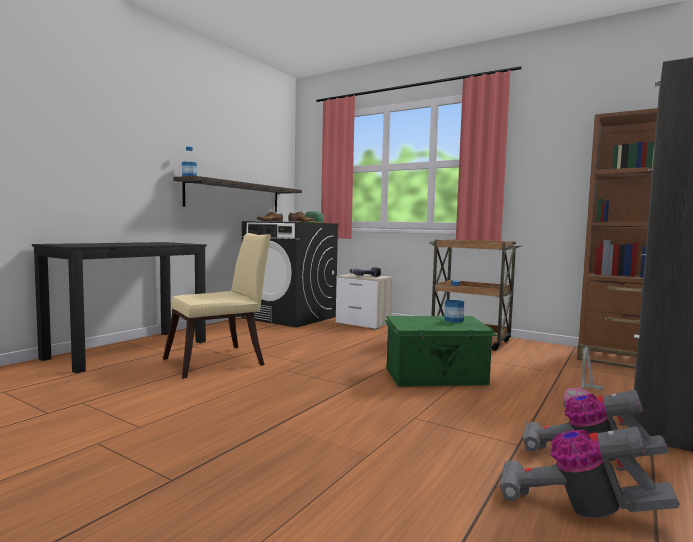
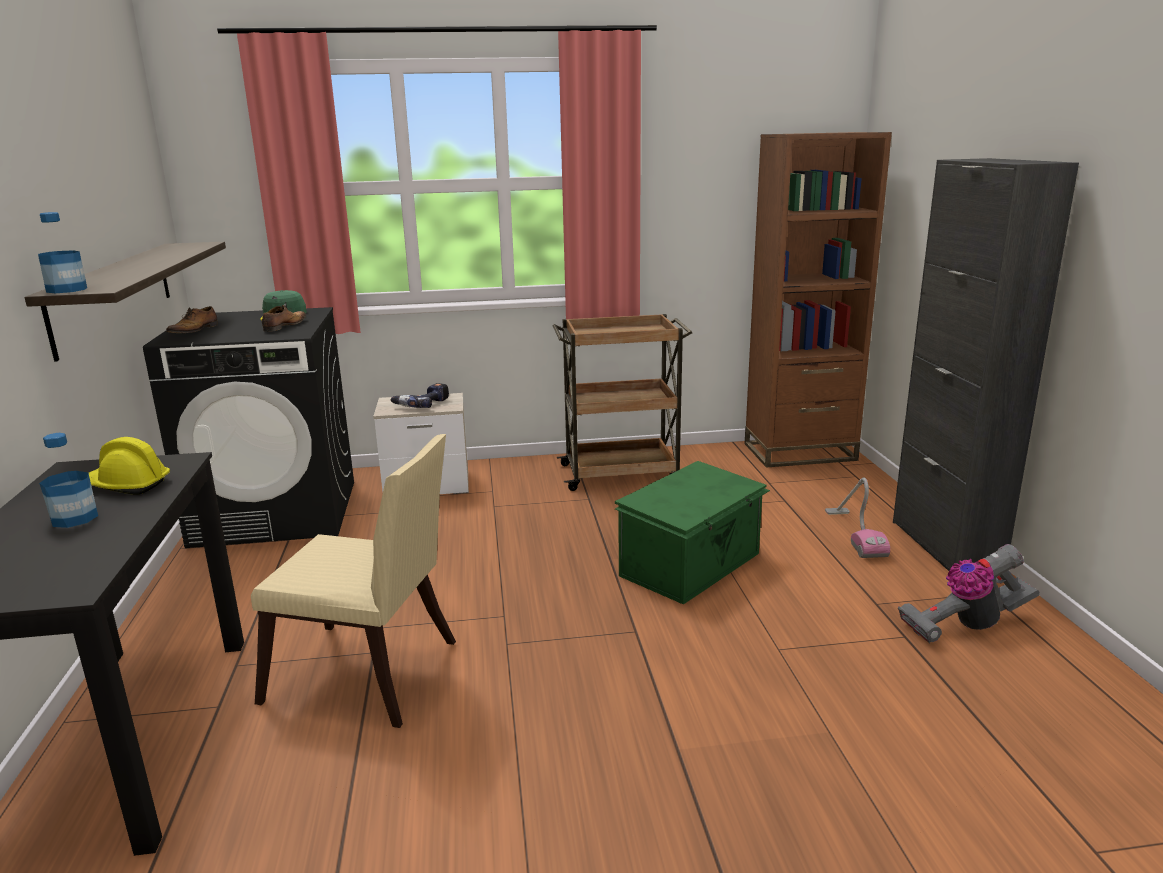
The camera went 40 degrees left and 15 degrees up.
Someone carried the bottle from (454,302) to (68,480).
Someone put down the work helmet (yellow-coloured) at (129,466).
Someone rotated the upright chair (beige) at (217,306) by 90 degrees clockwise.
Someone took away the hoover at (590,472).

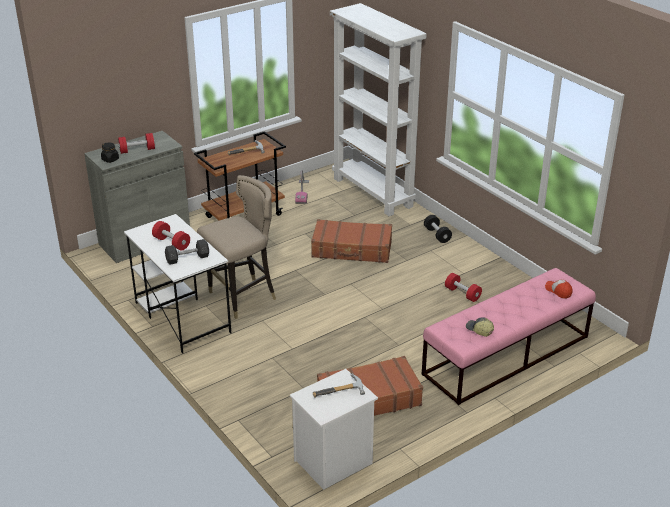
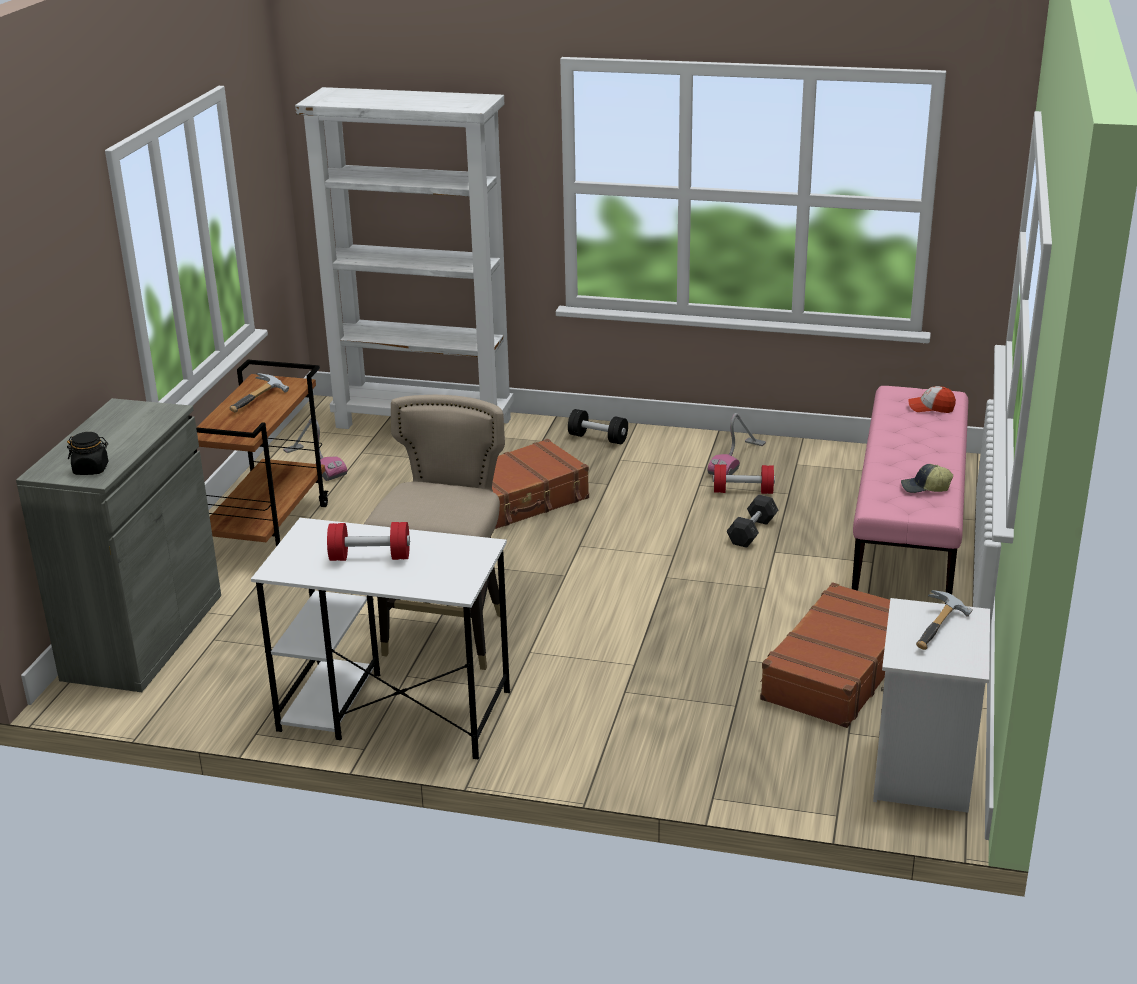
The camera went 40 degrees left and 5 degrees down.
Someone put down the hoover at (737,444).
Someone carried the dumbbell (gray) from (187,252) to (752,521).
Someone took away the dumbbell (red) at (136,143).

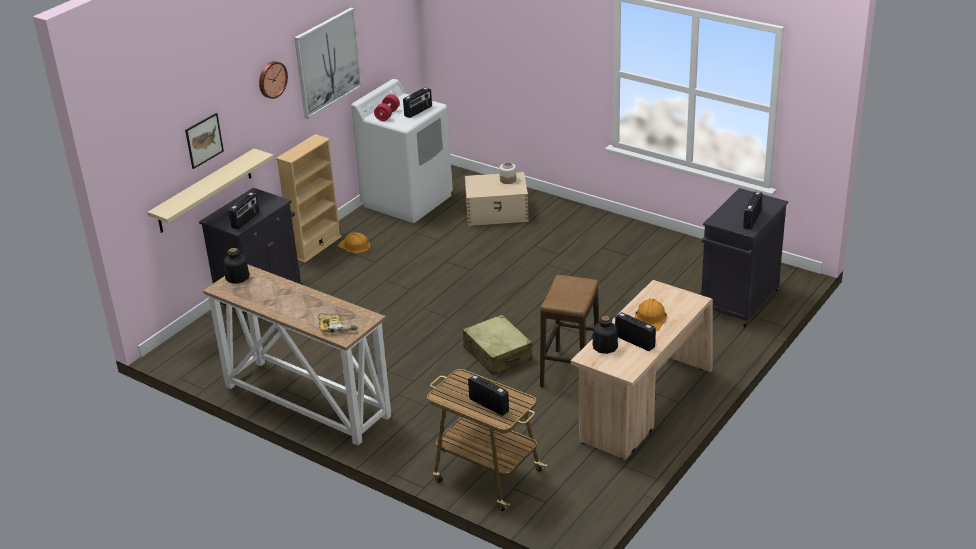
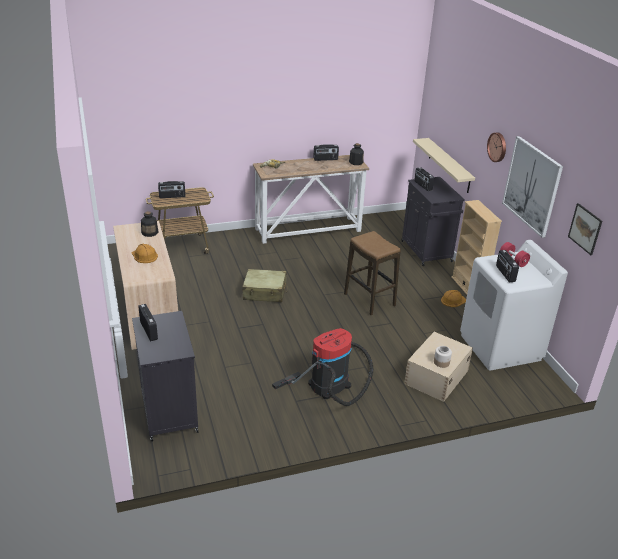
The camera went 125 degrees right and 0 degrees up.
Someone put down the hoover at (322,367).
Someone carried the radio receiver from (635,331) to (326,152).
Someone carried the sitting stool from (569,331) to (372,273).
Someone carried the wall art from (204,141) to (585,229).

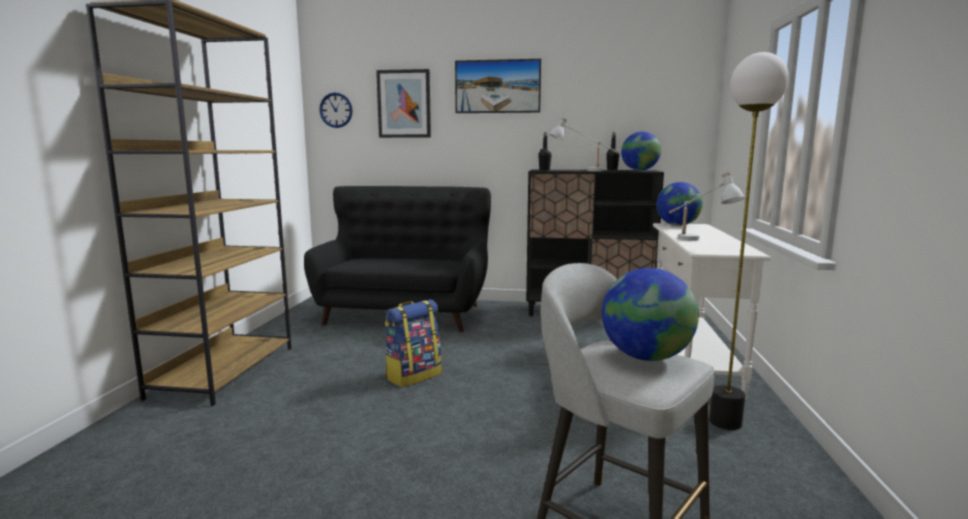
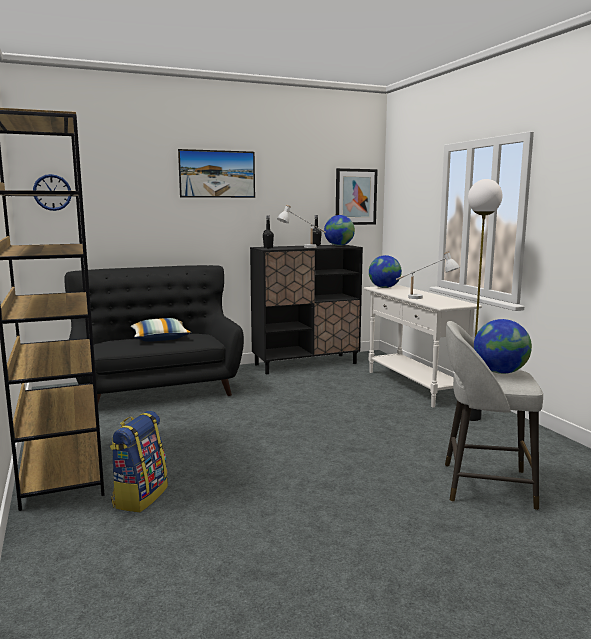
The camera went 30 degrees left and 0 degrees up.
Someone carried the rucksack from (413,343) to (139,461).
Someone put down the cushion at (161,330).
Someone carried the wall art from (403,103) to (357,196).

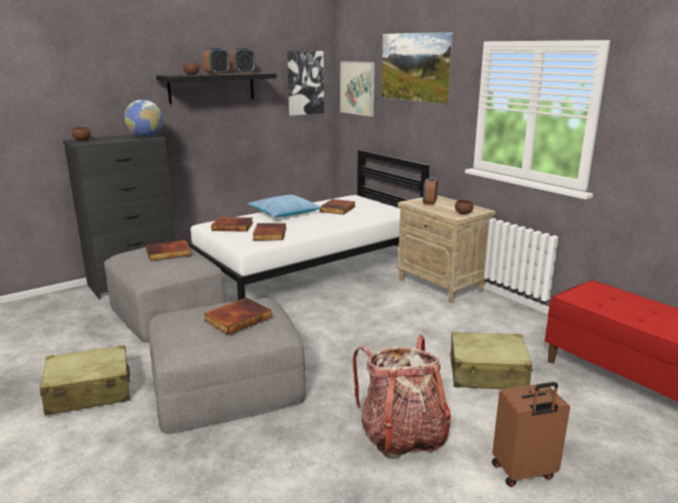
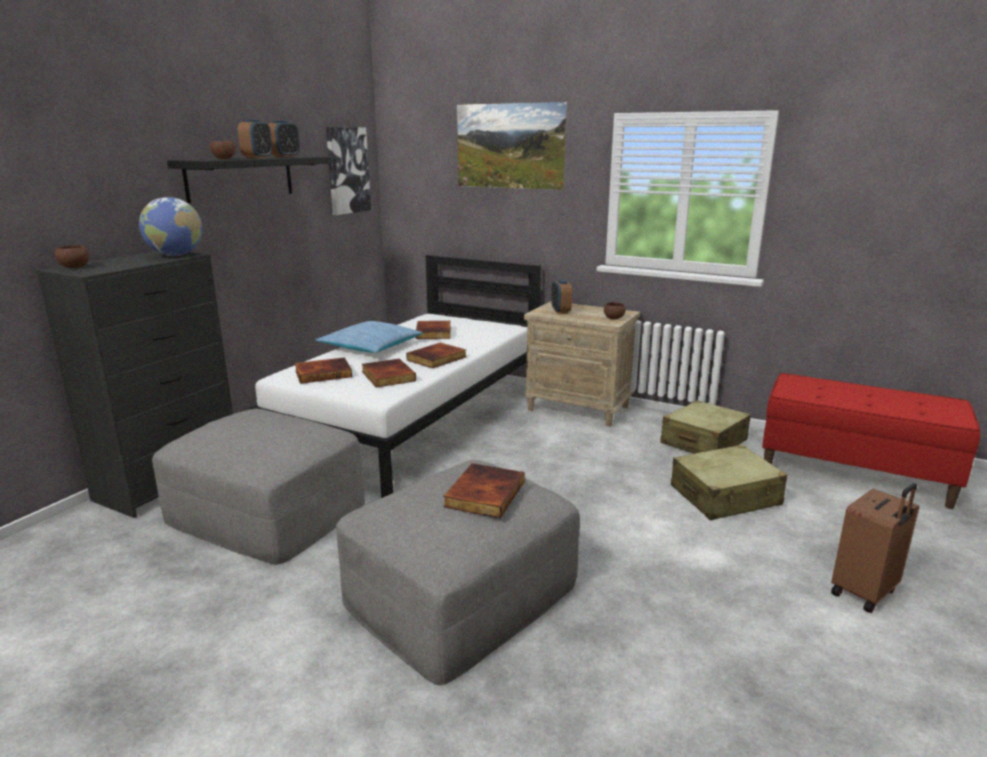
The camera went 25 degrees left and 0 degrees up.
Someone carried the book from (168,250) to (436,355).
Someone carried the suitcase (beige) from (85,380) to (705,427).
Someone took away the wall art at (357,89).
Someone took away the rucksack at (402,397).

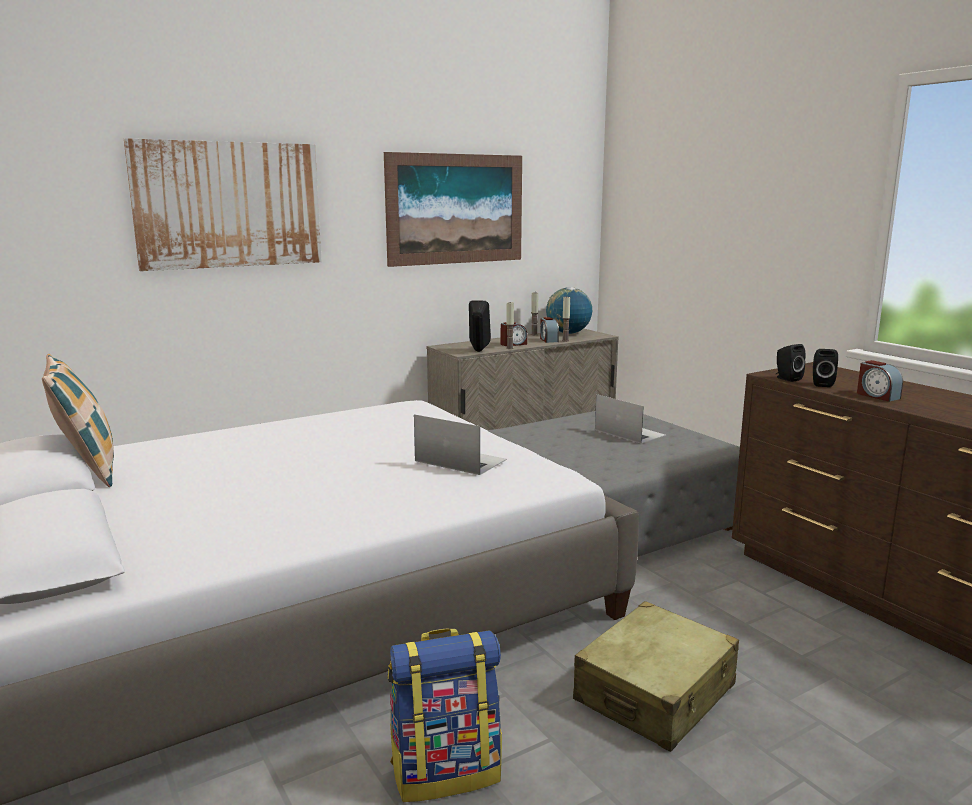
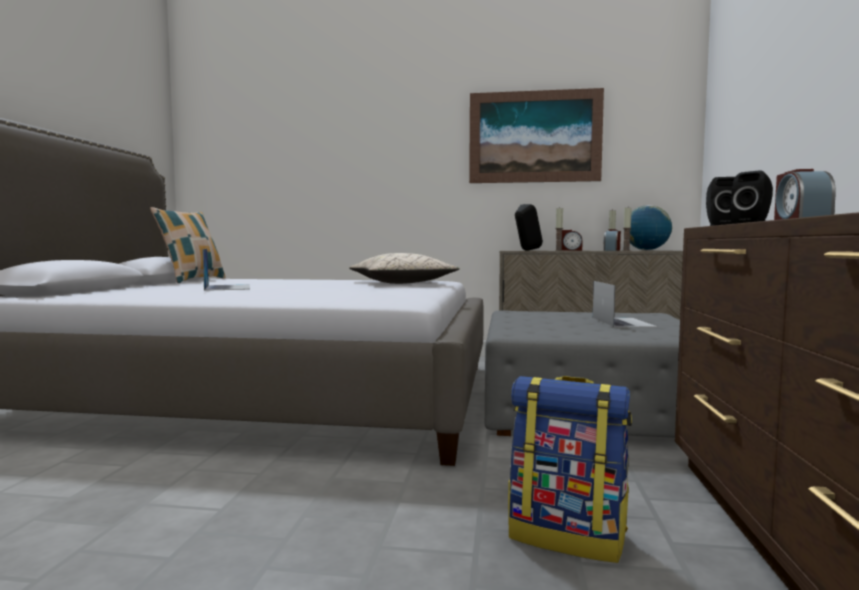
The camera went 40 degrees right and 10 degrees down.
Someone carried the portable computer from (460,444) to (226,270).
Someone put down the cushion (beige) at (404,268).
Someone carried the rucksack from (445,715) to (570,469).
Someone took away the wall art at (223,204).
Someone took away the suitcase (beige) at (656,676).

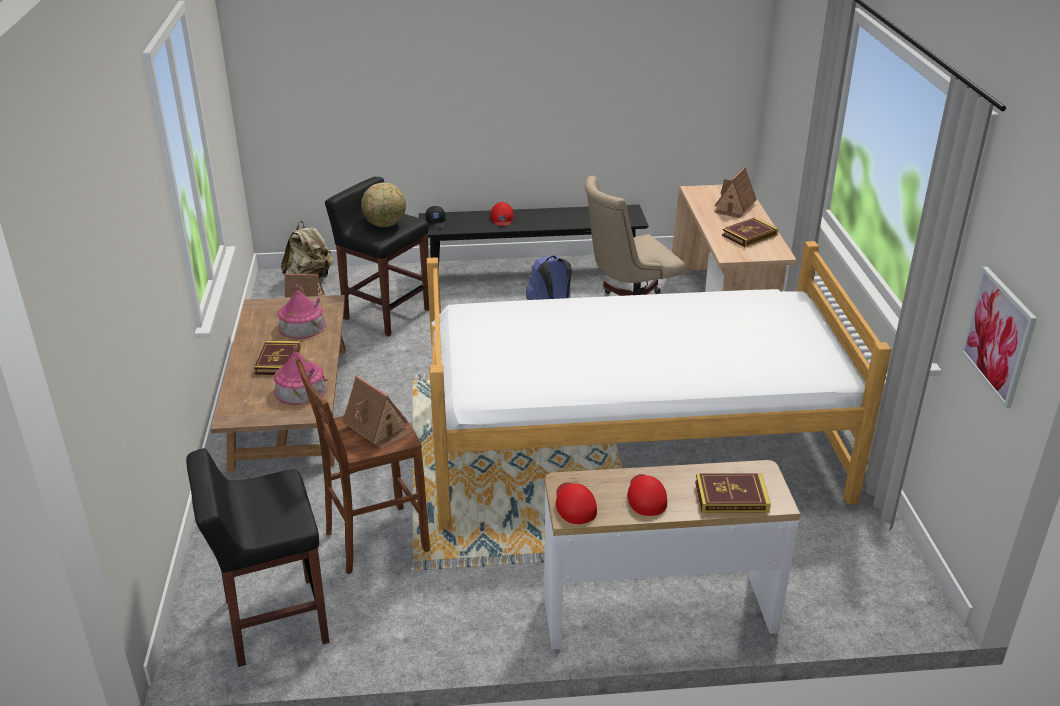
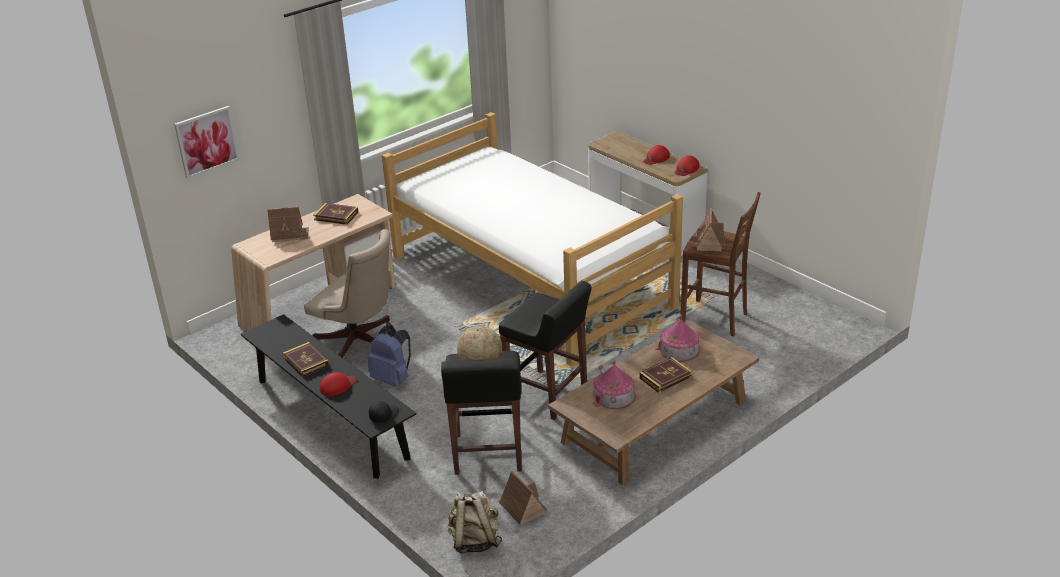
The camera went 125 degrees left and 0 degrees up.
Someone carried the wall art from (999,337) to (207,142).
Someone carried the book from (733,493) to (306,359).
Someone carried the sitting stool (black-coloured) from (257,557) to (545,350).

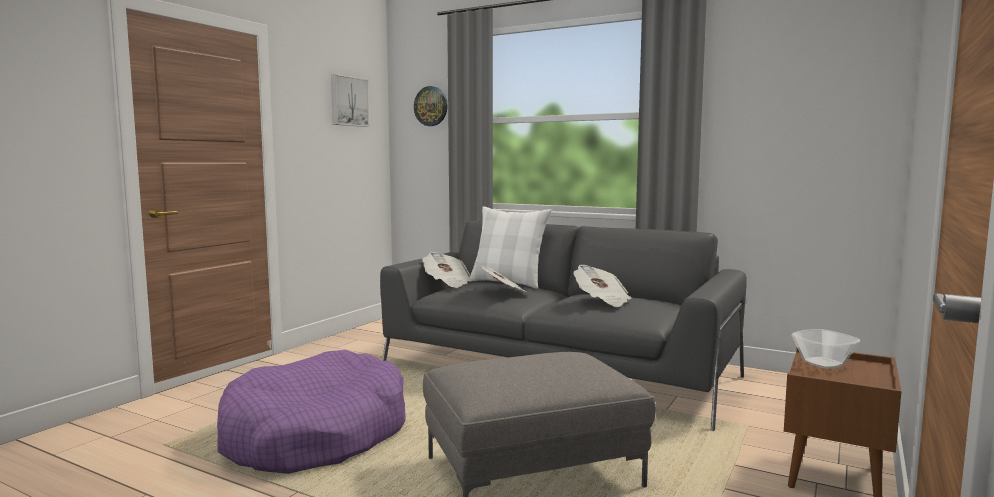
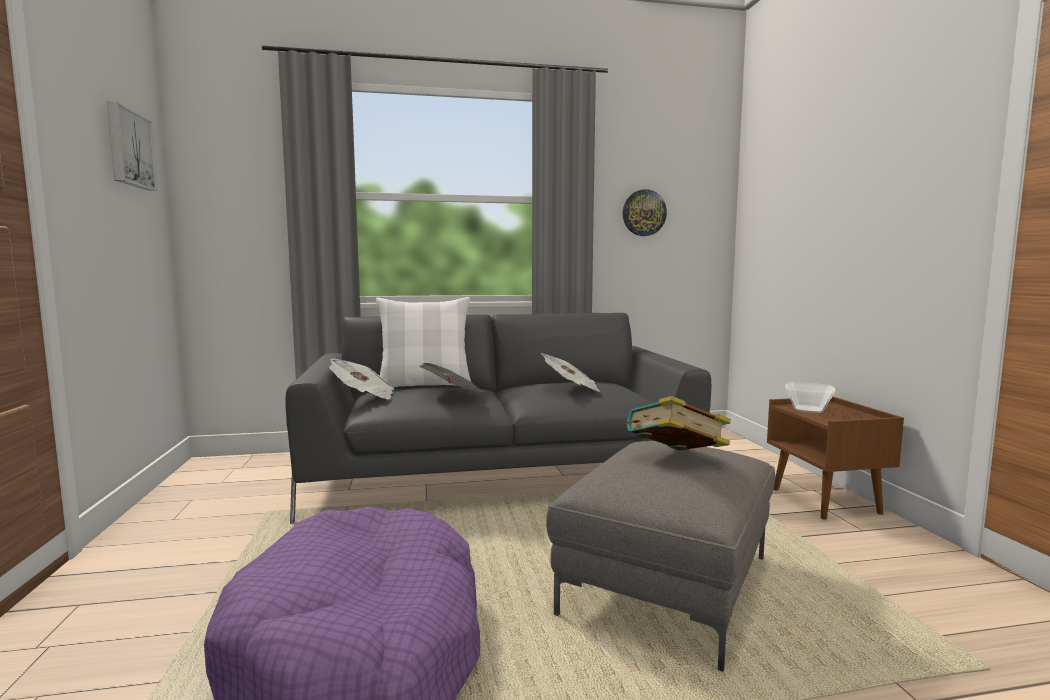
The camera went 40 degrees left and 0 degrees up.
Someone carried the clock on the wall from (431,106) to (645,212).
Someone put down the book at (678,423).

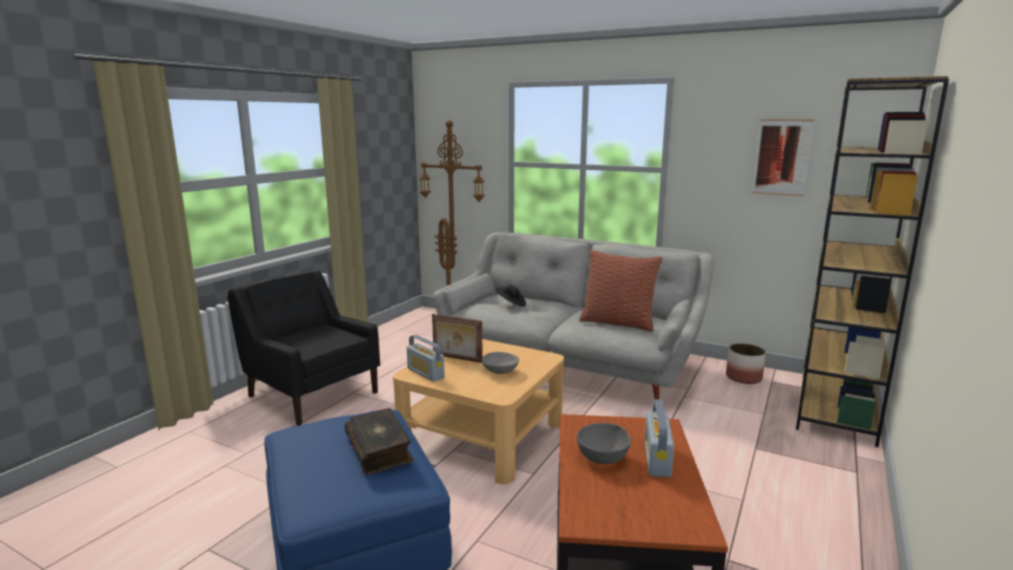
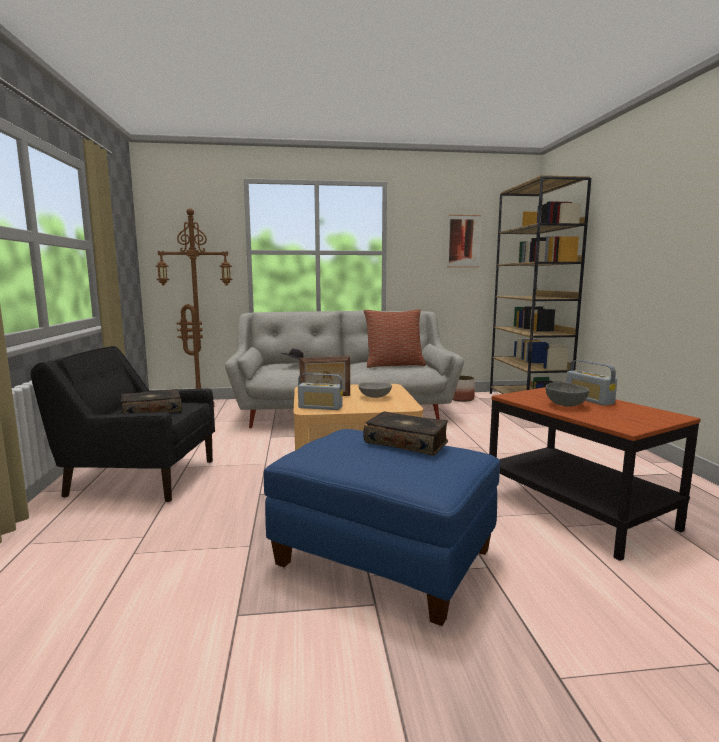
The camera went 35 degrees left and 5 degrees down.
Someone put down the book at (151,401).

